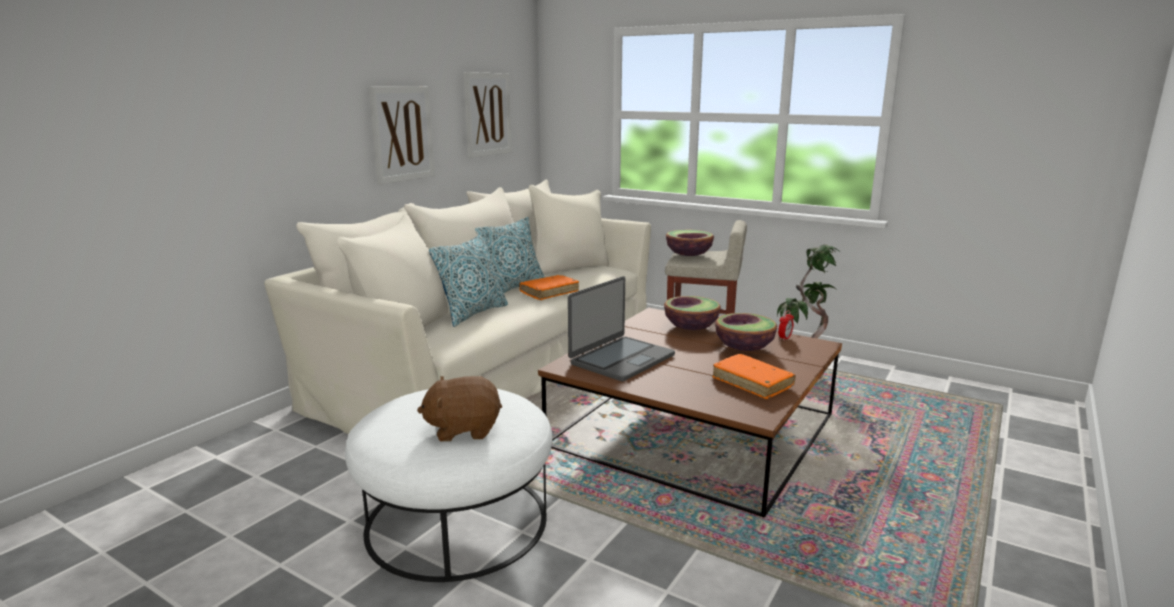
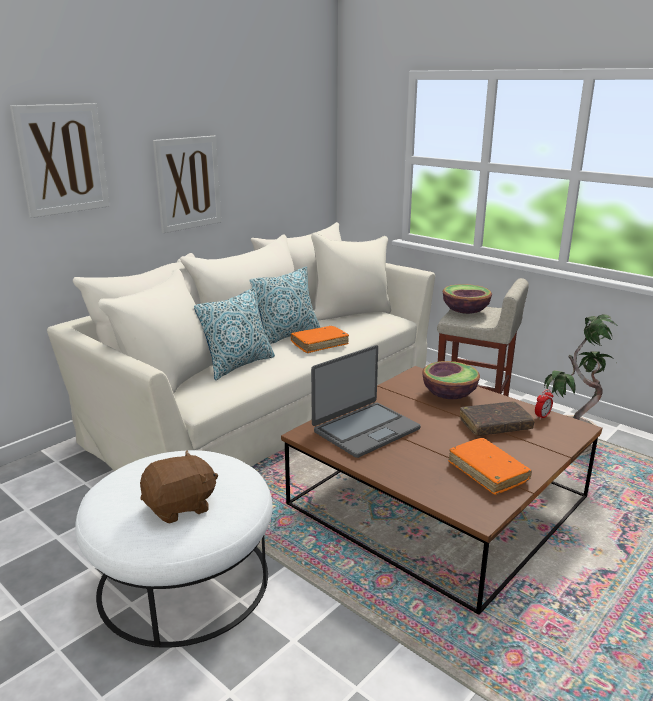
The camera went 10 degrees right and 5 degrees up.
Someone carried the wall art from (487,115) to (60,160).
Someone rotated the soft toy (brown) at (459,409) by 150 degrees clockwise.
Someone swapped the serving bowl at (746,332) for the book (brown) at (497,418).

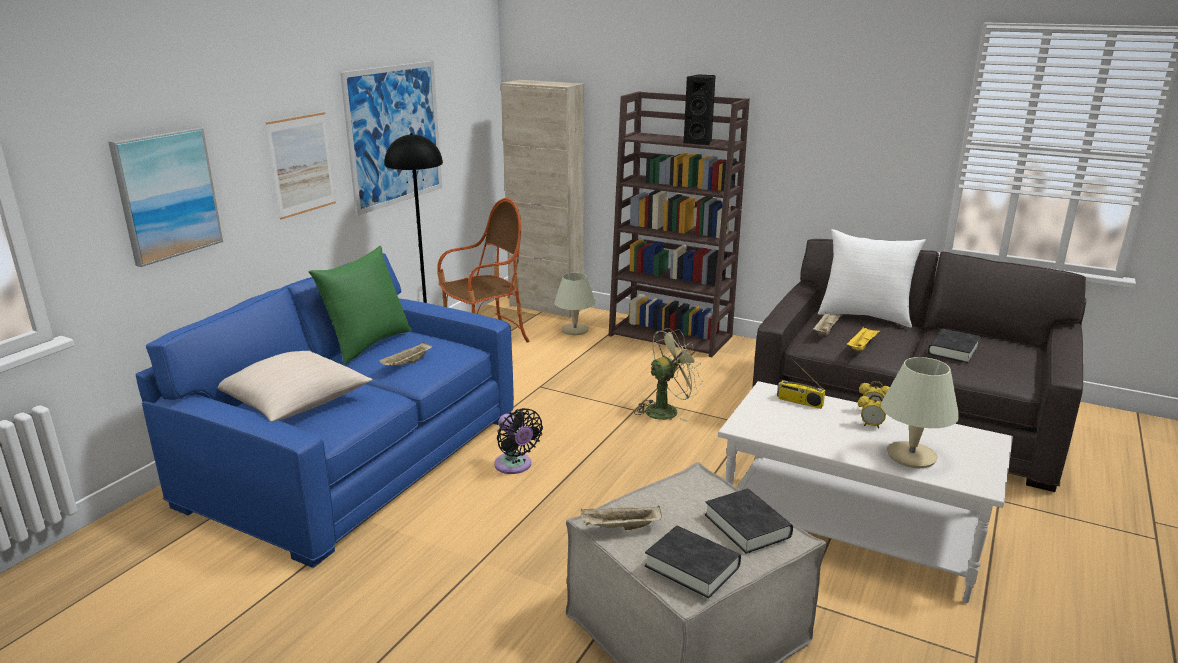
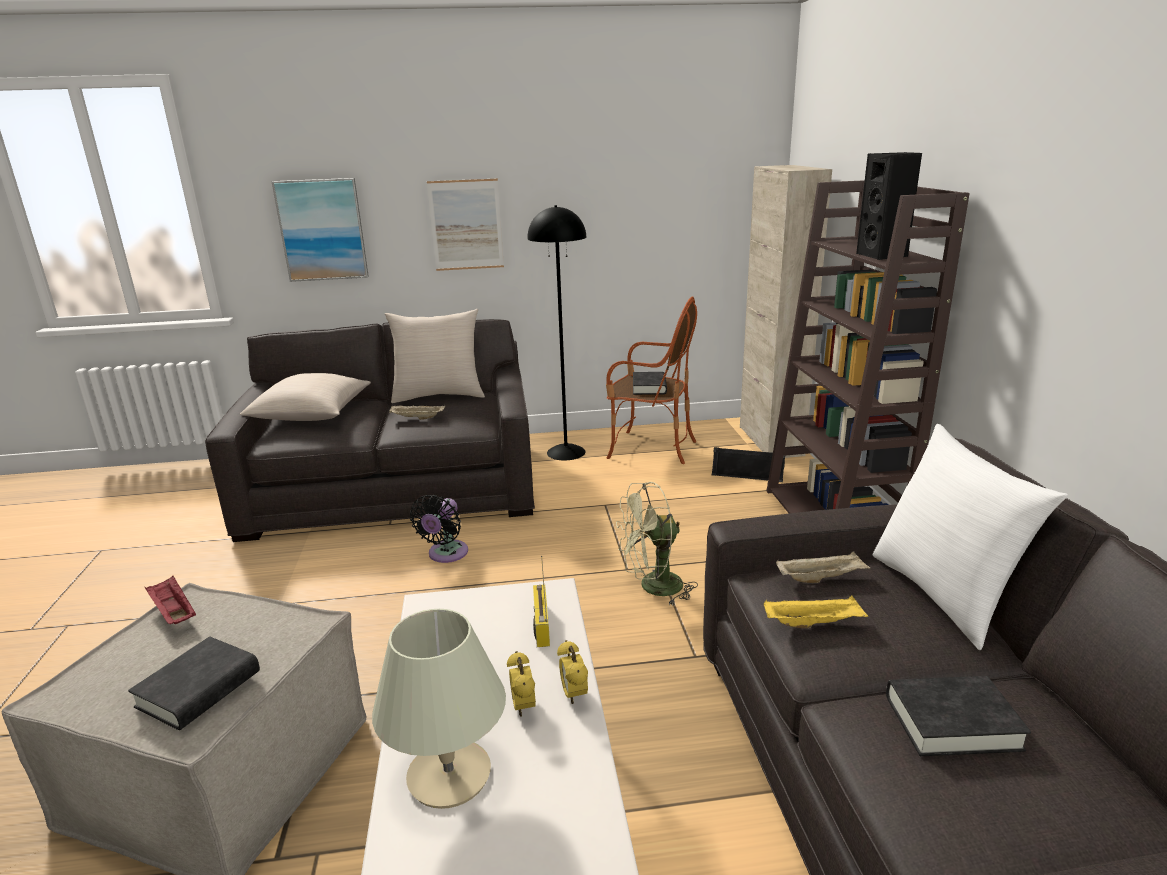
The camera went 55 degrees right and 0 degrees up.
Someone repainted the carrying tray (beige) at (621,517), which became the carrying tray (red) at (170,600).
Someone repainted the sofa (bluish) at (325,410), which became the sofa (gray) at (370,430).
Someone repainted the cushion (green) at (360,305), which became the cushion (beige) at (435,356).
Someone rotated the cooling fan (green) at (668,375) by 135 degrees clockwise.
Someone carried the book (black-coloured) from (693,562) to (650,383).
Someone swapped the lamp for a table (beige) at (575,304) for the loudspeaker (black-coloured) at (748,464).
Someone took away the wall art at (391,138).

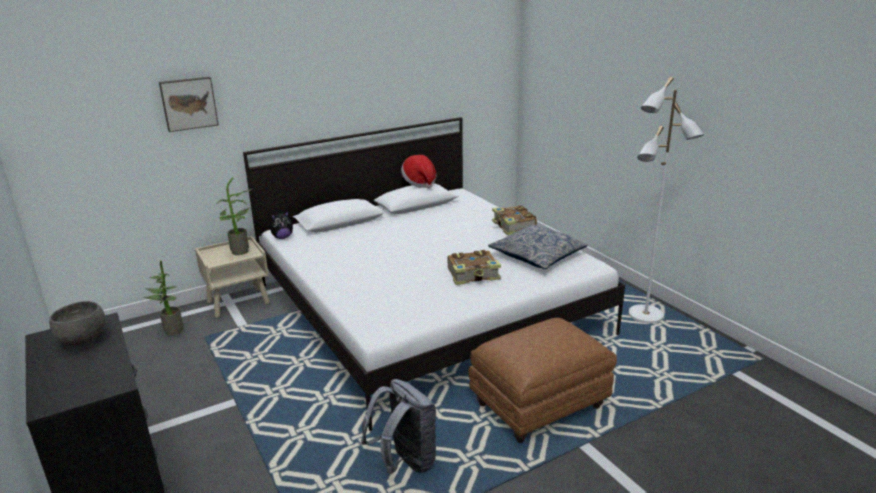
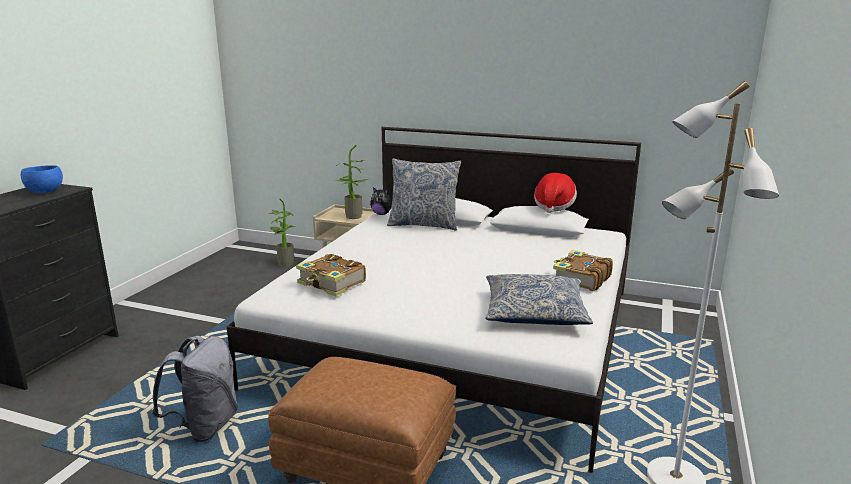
The camera went 50 degrees right and 5 degrees down.
Someone repainted the serving bowl (gray) at (77,323), which became the serving bowl (bluish) at (42,179).
Someone carried the book from (474,267) to (331,275).
Someone put down the cushion at (424,194).
Someone took away the wall art at (189,104).

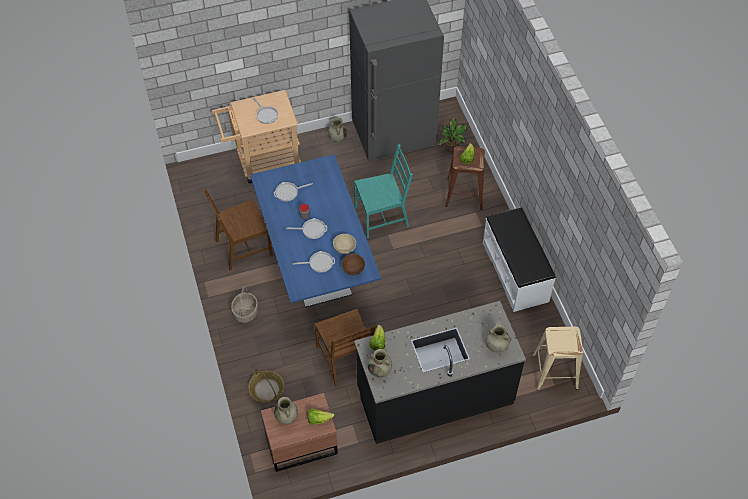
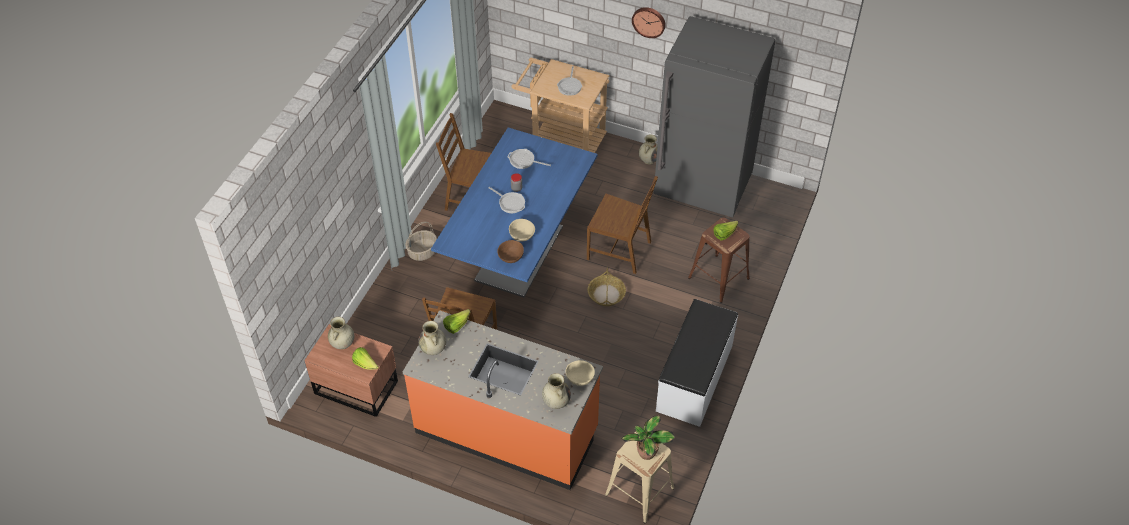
The camera went 40 degrees right and 5 degrees down.
Someone repainted the kitchen base unit (black-coloured) at (440,372), which became the kitchen base unit (orange-coloured) at (503,400).
Someone put down the serving bowl (beige) at (580,373).
Someone repainted the upright chair (blue-green) at (383,191), which became the upright chair (brown) at (622,225).
Someone carried the household basket from (266,386) to (607,286).
Someone carried the plant in a pot from (452,135) to (648,437).
Someone put up the clock on the wall at (649,22).
Someone took away the pan at (314,262).

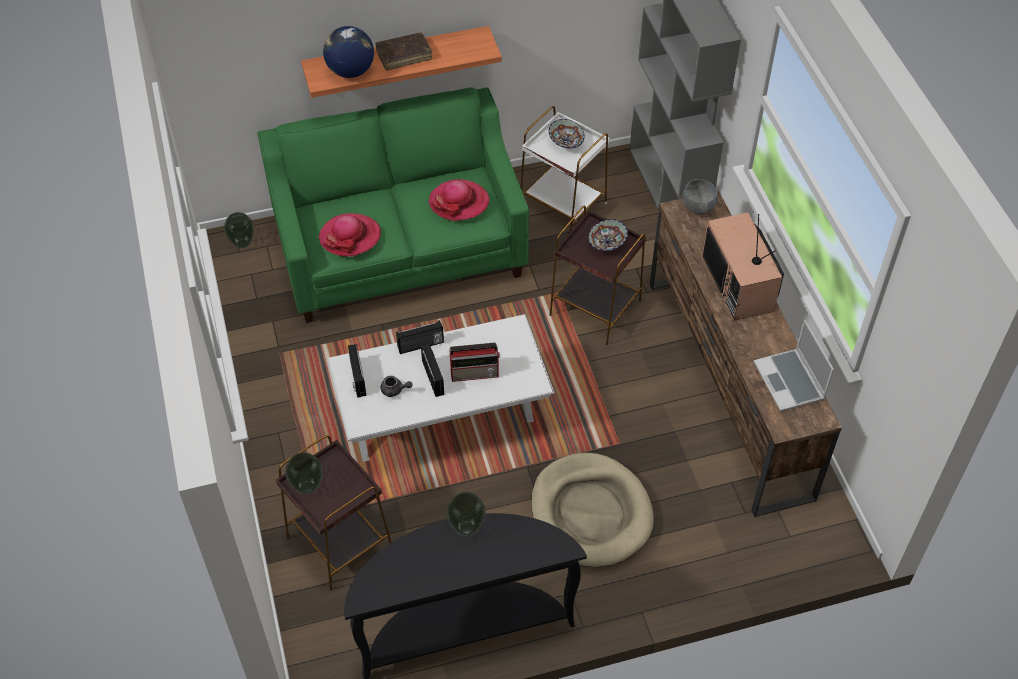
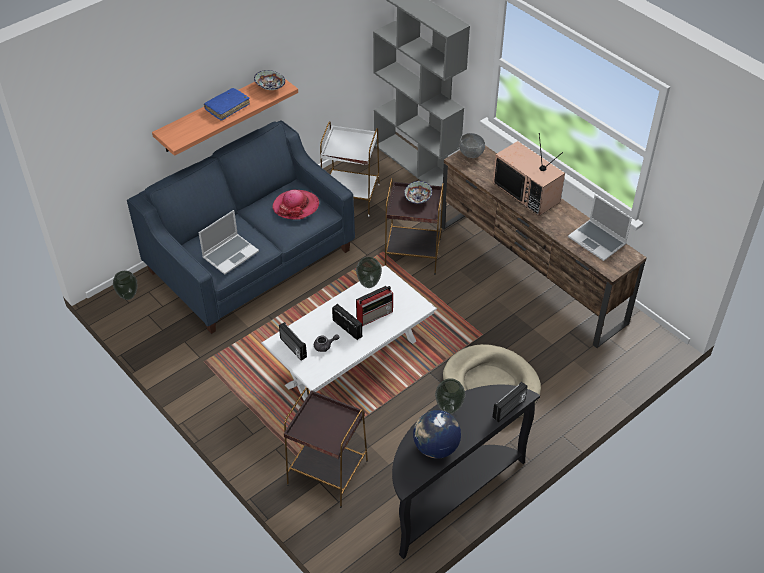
The camera went 25 degrees left and 5 degrees down.
Someone repainted the sofa (green) at (393,205), which became the sofa (bluish) at (241,227).
Someone swapped the hat at (350,235) for the portable computer at (229,242).
Someone repainted the book (brown) at (403,52), which became the book (bluish) at (227,104).
Someone carried the serving bowl from (567,133) to (269,80).
Someone carried the flower vase from (304,473) to (369,272).
Someone carried the world globe from (348,52) to (437,434).
Someone carried the radio receiver from (420,337) to (510,401).

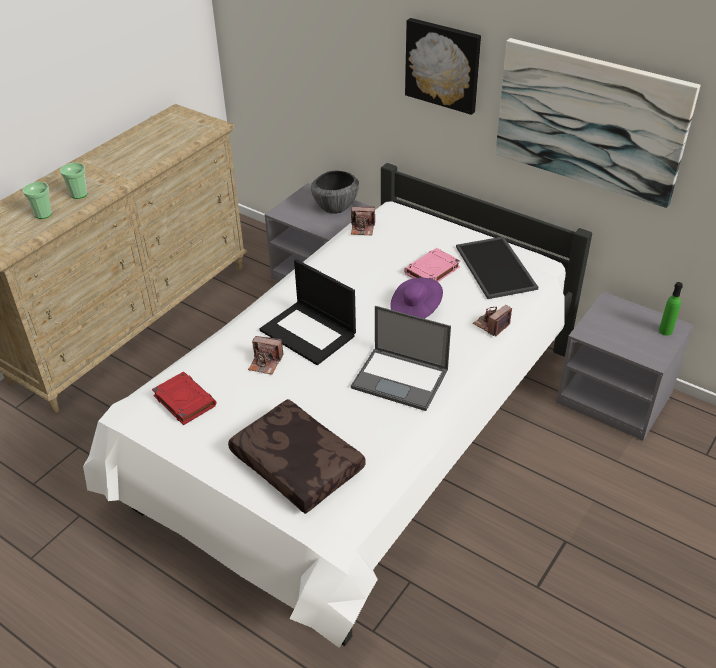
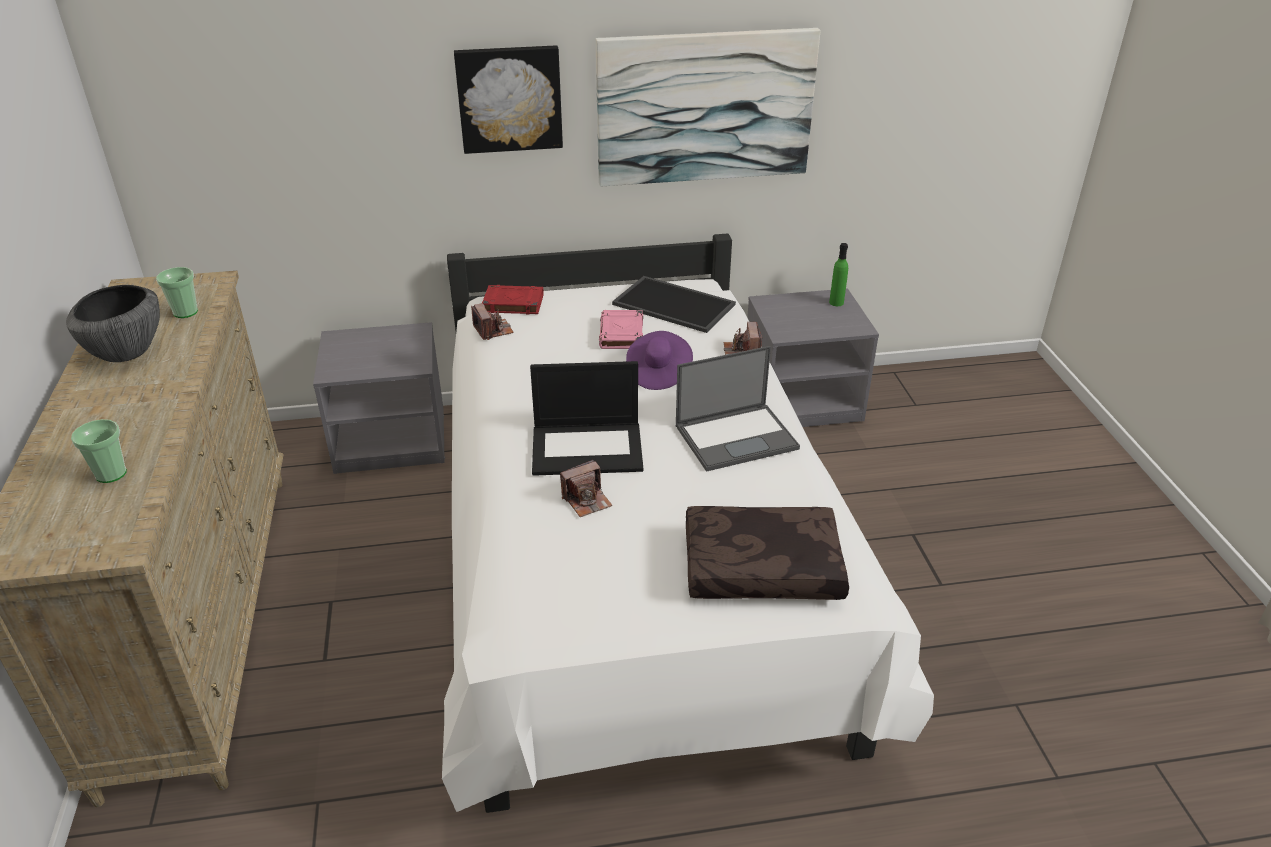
The camera went 45 degrees left and 5 degrees down.
Someone carried the serving bowl from (335,192) to (113,323).
Someone carried the small cup from (73,181) to (177,292).
Someone rotated the photo camera at (363,221) by 75 degrees counterclockwise.
Someone carried the book (red) from (184,398) to (513,299).

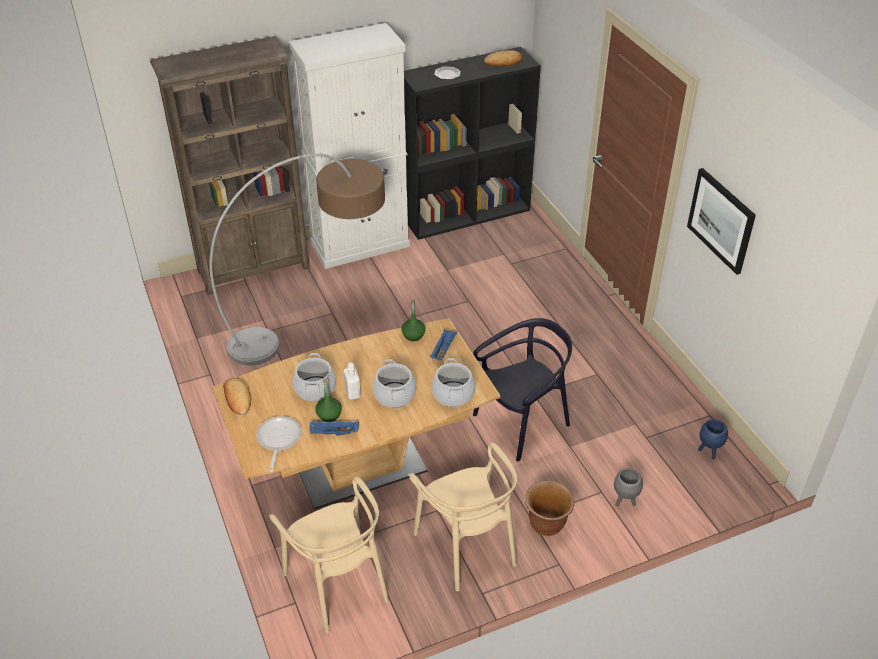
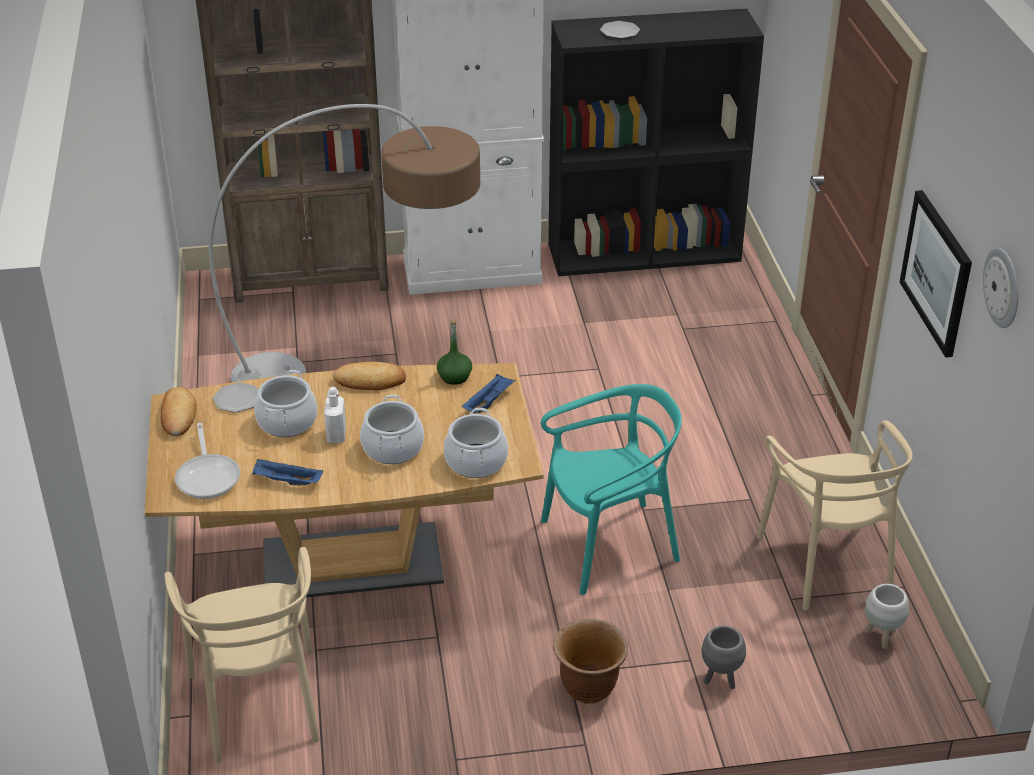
The camera went 15 degrees right and 5 degrees down.
Someone rotated the pan at (278,444) by 150 degrees clockwise.
Someone put down the plate at (235,397).
Someone carried the baked bread from (503,58) to (369,376).
Someone repainted the upright chair (black-coloured) at (522,389), which became the upright chair (blue-green) at (611,489).
Someone carried the upright chair (beige) from (463,516) to (834,515).
Someone repainted the planter (bluish) at (713,439), which became the planter (white-coloured) at (887,616).
Someone put up the clock on the wall at (1000,287).
Someone took away the bottle (green) at (328,400).

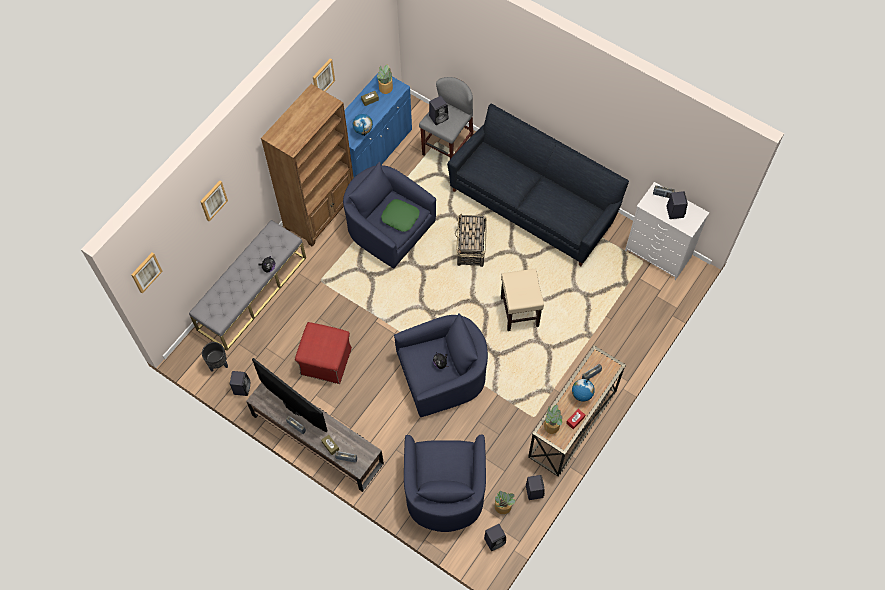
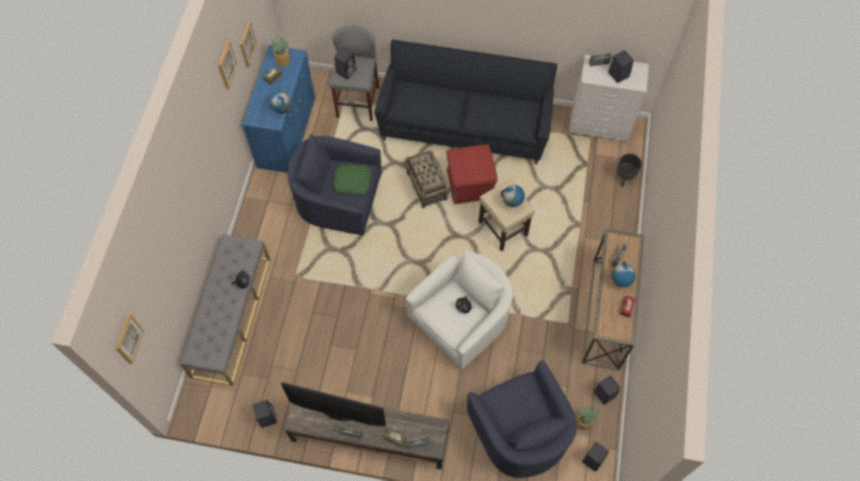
The camera went 25 degrees left and 0 degrees up.
Someone carried the wall art from (214,201) to (248,44).
Someone repainted the lounge chair (bluish) at (441,365), which became the lounge chair (white-coloured) at (459,309).
Someone carried the footrest (red) from (323,353) to (472,174).
Someone put down the world globe at (513,196).
Someone carried the planter (black-coloured) from (215,357) to (629,170).
Someone took away the bookcase (brown) at (307,165).
Someone took away the plant in a pot at (553,419).

